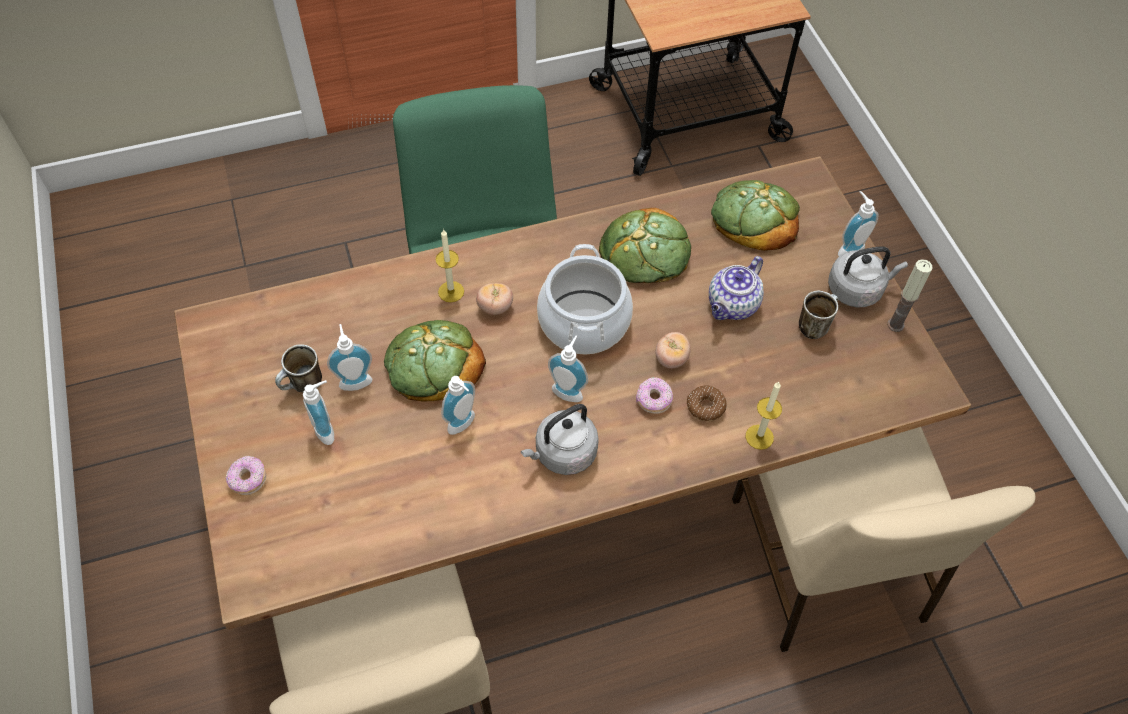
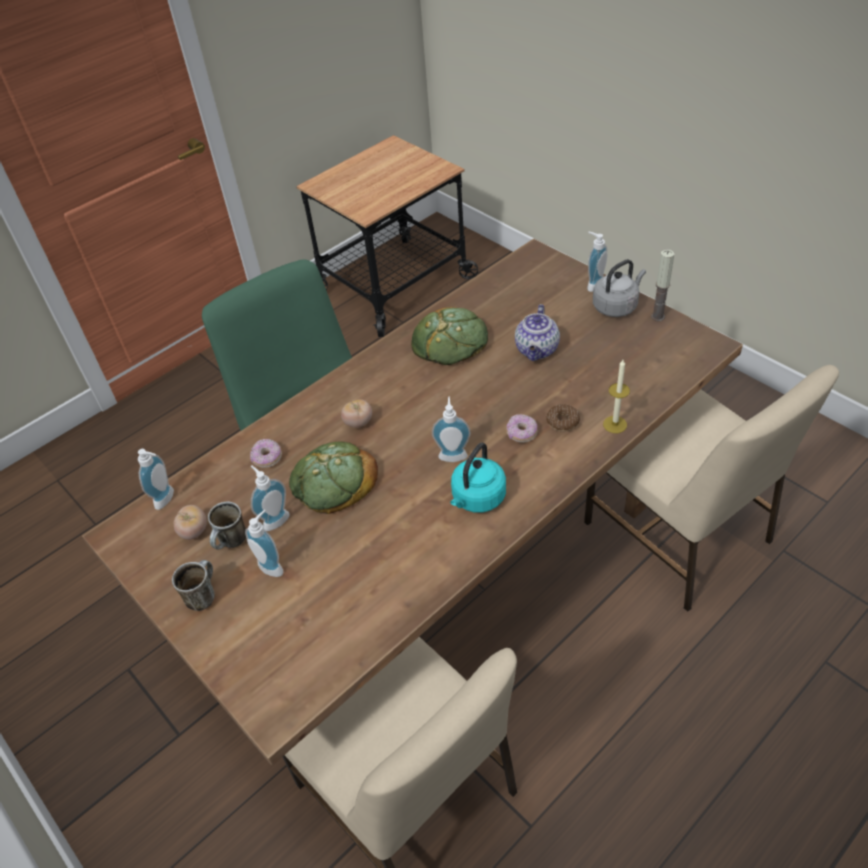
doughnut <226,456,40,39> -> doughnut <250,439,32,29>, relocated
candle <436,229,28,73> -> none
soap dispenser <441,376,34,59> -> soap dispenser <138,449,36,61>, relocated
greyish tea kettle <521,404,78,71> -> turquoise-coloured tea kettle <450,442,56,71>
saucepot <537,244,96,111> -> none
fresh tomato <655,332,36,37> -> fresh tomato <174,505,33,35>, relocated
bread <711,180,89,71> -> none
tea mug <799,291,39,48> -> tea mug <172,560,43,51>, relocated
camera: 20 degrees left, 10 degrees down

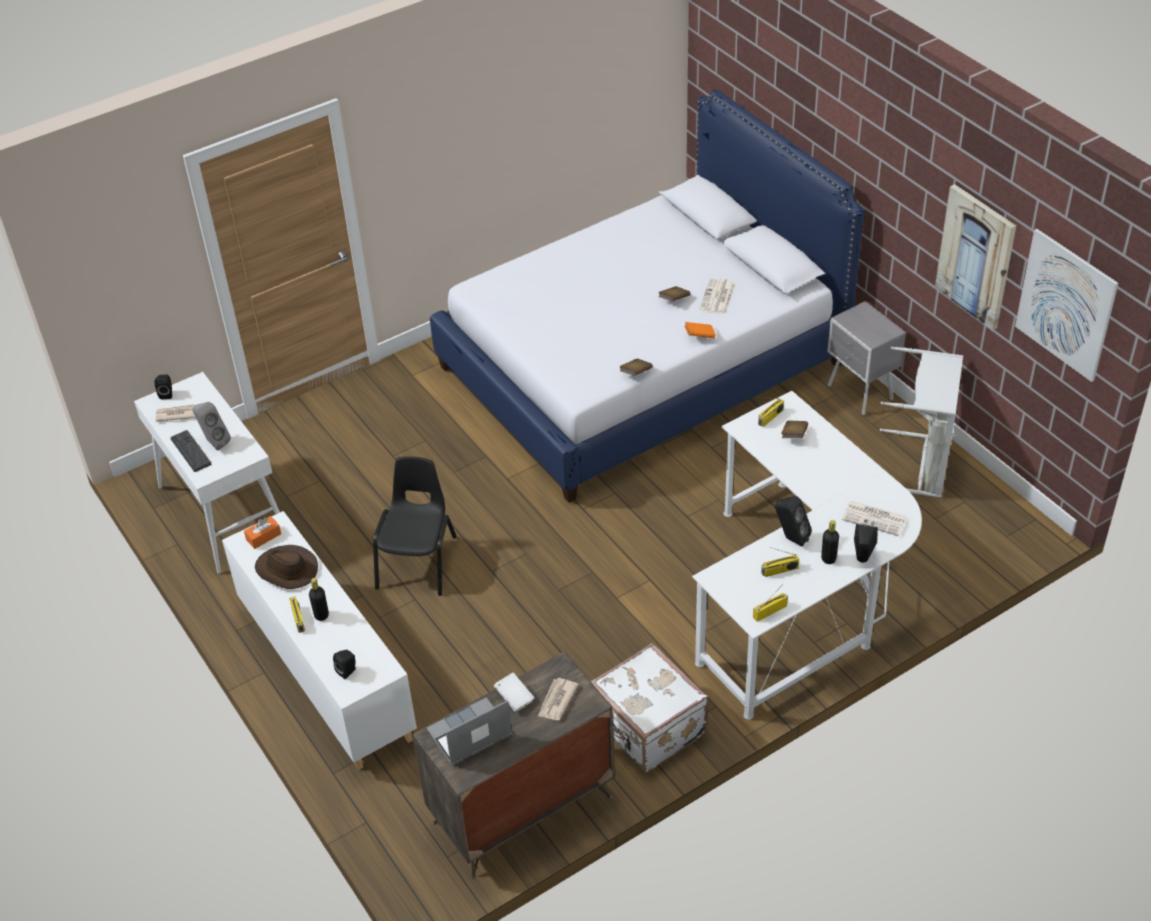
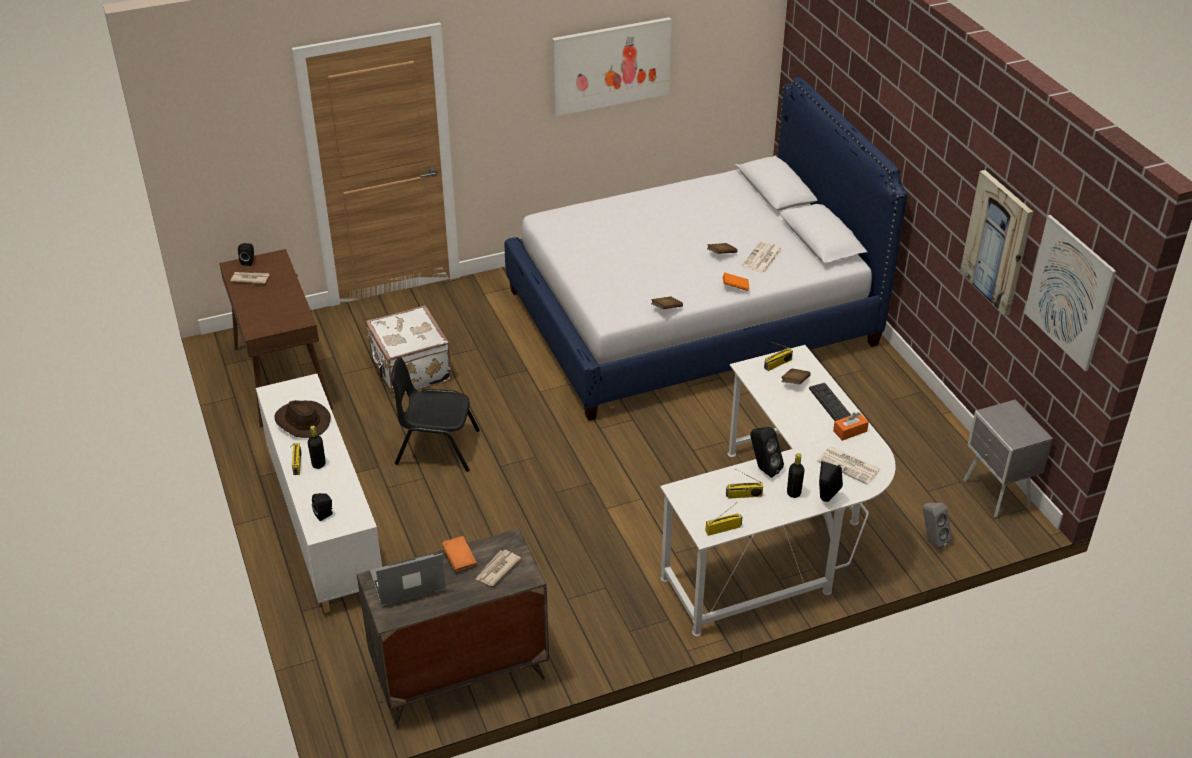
white narrow table <134,372,146,202> -> brown-coloured narrow table <219,249,114,178>
PC keyboard <170,430,42,42> -> PC keyboard <809,383,42,38>, relocated
greyish speaker <192,402,39,48> -> greyish speaker <923,503,29,47>, relocated
orange-coloured tissue holder <244,516,37,33> -> orange-coloured tissue holder <833,412,36,29>, relocated
blackish plain chair <373,456,84,140> -> blackish plain chair <390,357,90,115>, 105 degrees counterclockwise
white bound book <494,672,40,40> -> orange-coloured bound book <441,536,36,35>
white suitcase <591,643,117,129> -> white suitcase <366,305,86,91>, relocated
greyish nightstand <827,301,79,114> -> greyish nightstand <963,399,90,118>, relocated
greyish washing basket <880,347,83,151> -> none
none -> wall picture <552,17,120,99>
camera: 10 degrees right, 5 degrees down

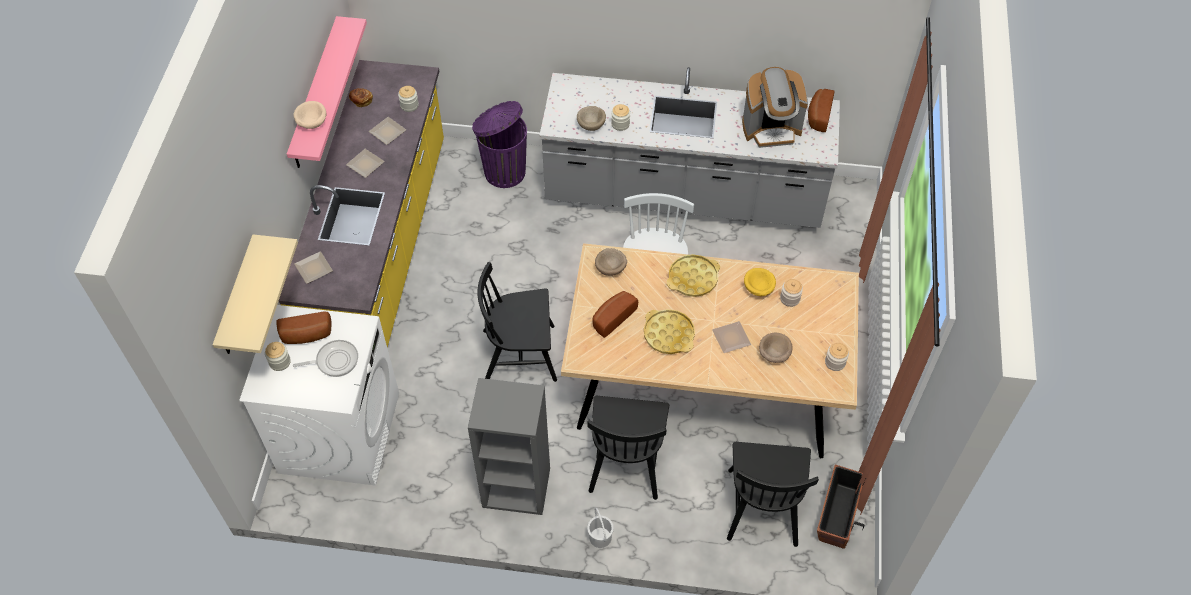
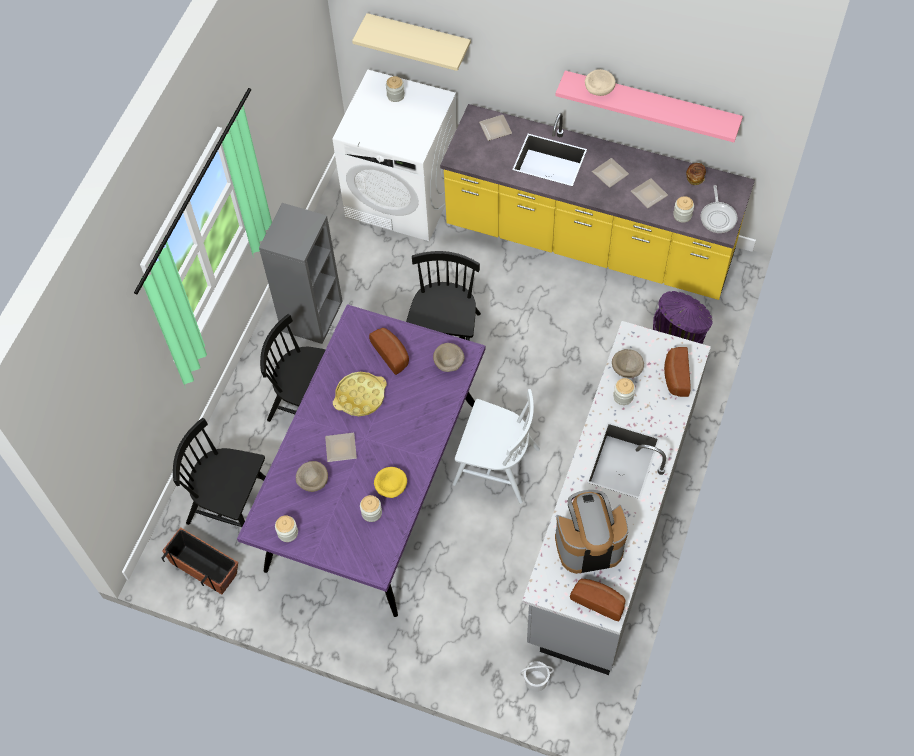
bread <276,311,55,33> -> bread <664,347,27,50>, relocated
skillet <293,340,65,37> -> skillet <701,185,36,48>, relocated
beige dining table <561,243,298,215> -> purple dining table <237,304,248,313>
white bucket <587,508,27,40> -> white bucket <520,661,34,31>, relocated
yellow-coloured tray <667,254,53,43> -> none
coffee brewer <742,67,66,81> -> coffee brewer <555,490,74,84>, 75 degrees clockwise
camera: 105 degrees right, 5 degrees up

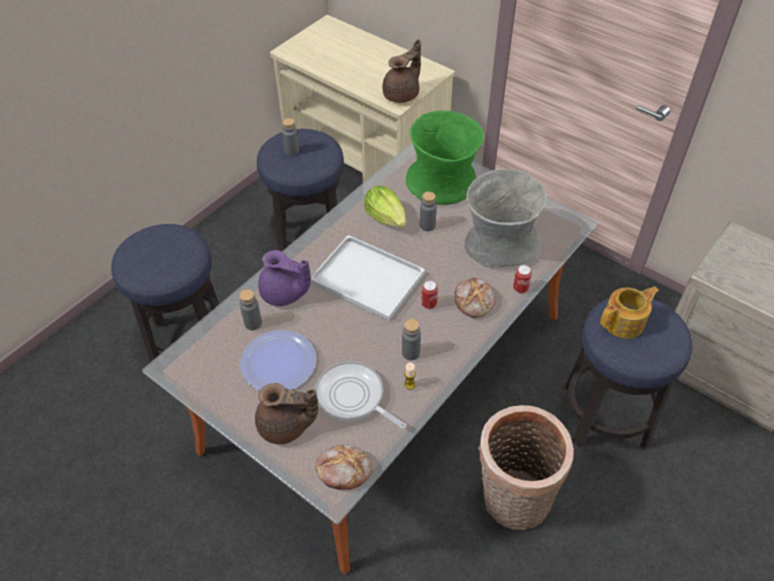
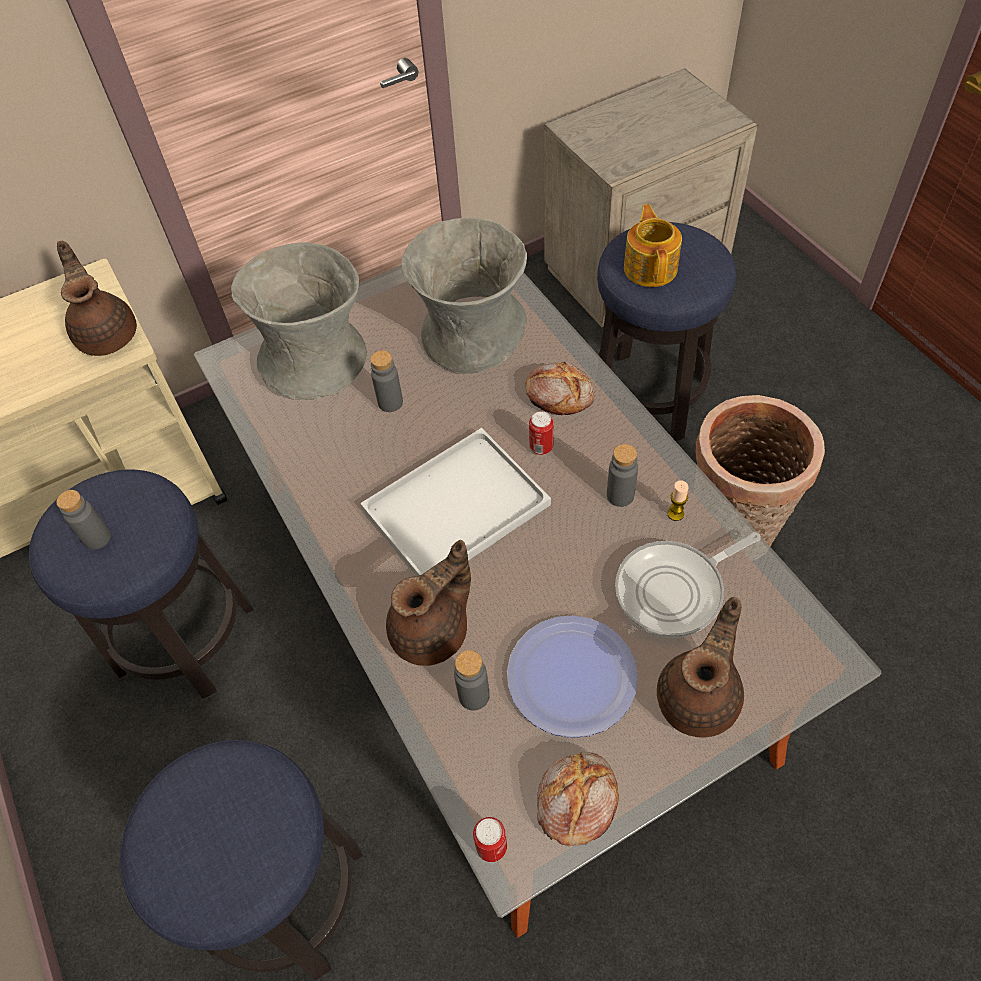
purple tea pot <258,250,53,56> -> brown-coloured tea pot <386,540,85,126>
bread <316,444,57,46> -> bread <537,752,82,94>, relocated
head of lettuce <364,186,42,42> -> none
green-coloured flower vase <406,110,78,95> -> greyish flower vase <231,242,136,158>
sealed can <513,265,19,28> -> sealed can <473,817,34,45>, relocated
camera: 65 degrees left, 5 degrees up

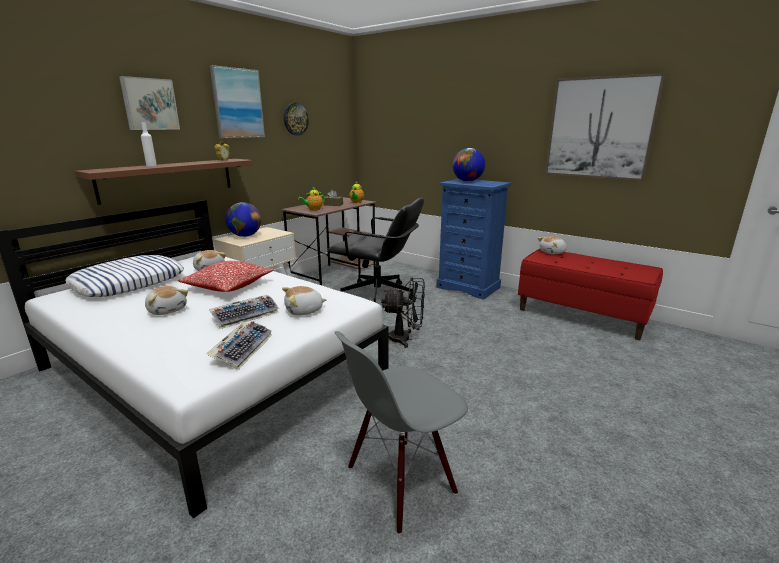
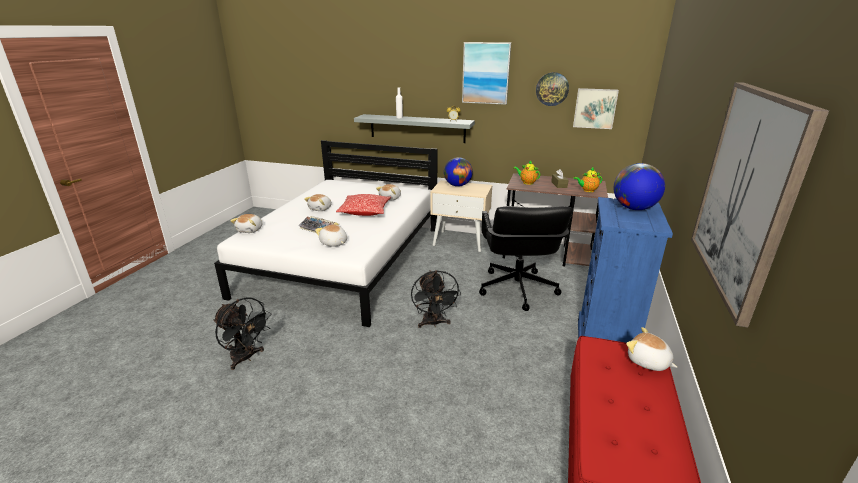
cushion <65,255,119,42> -> none
brown-coloured bracket shelf <75,159,178,46> -> greyish bracket shelf <354,114,121,29>
wall picture <119,76,61,54> -> wall picture <573,88,46,41>, relocated
PC keyboard <206,321,66,49> -> none
greyish plain chair <334,331,134,204> -> blackish electric fan <213,297,58,73>
none -> plush toy <230,214,32,19>
camera: 70 degrees right, 5 degrees up

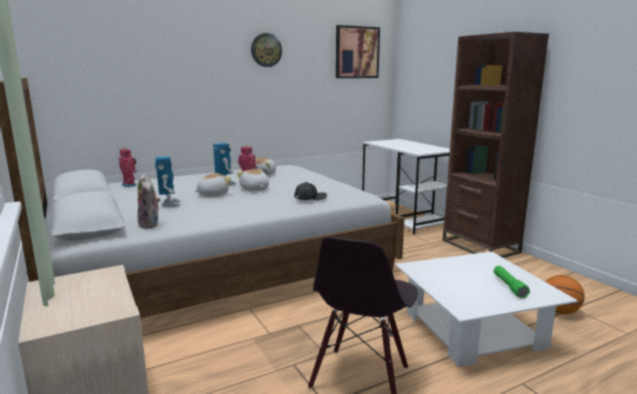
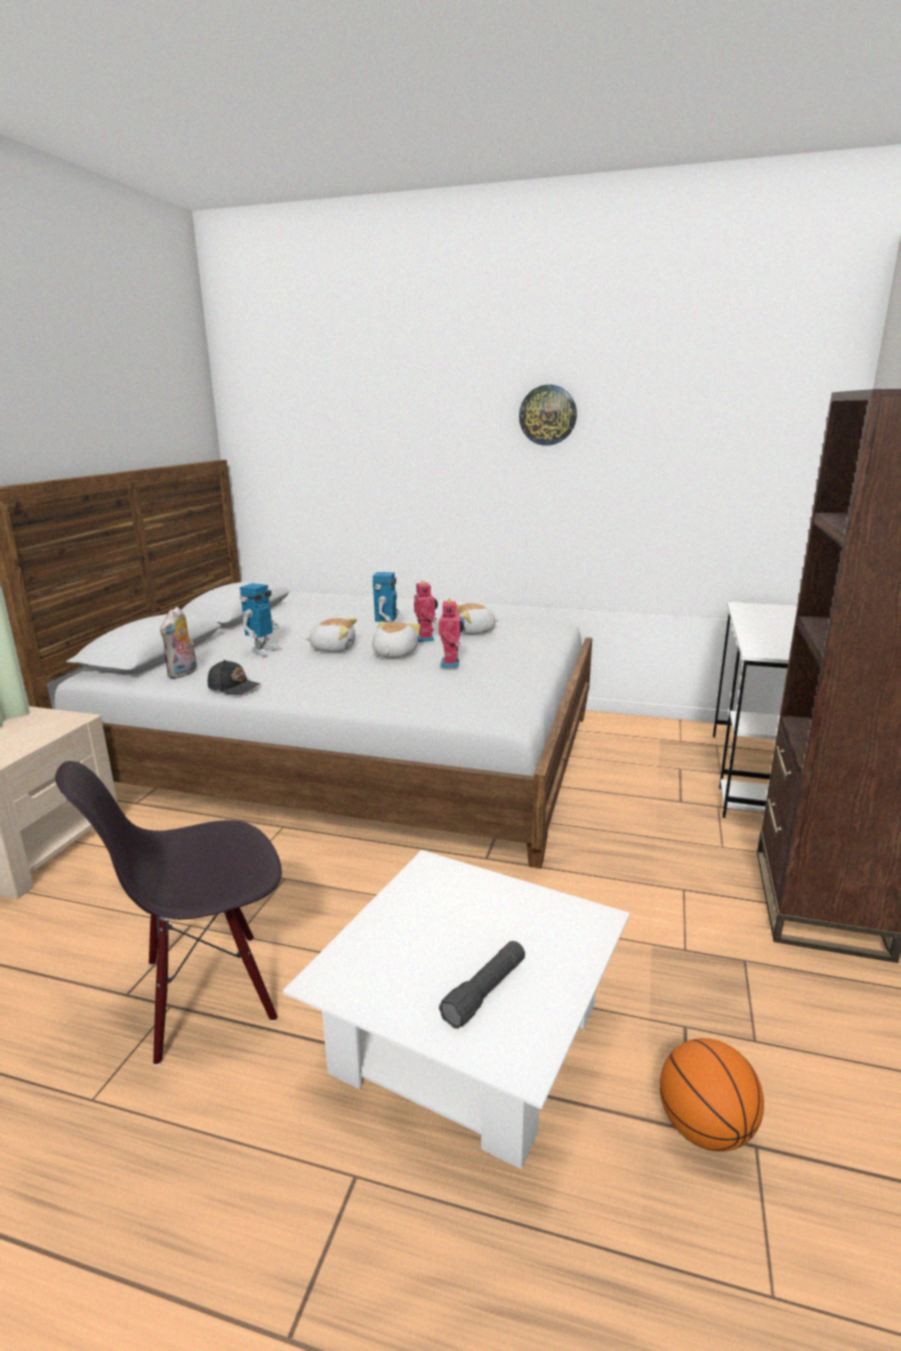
robot figure <119,148,18,39> -> robot figure <439,598,25,70>, relocated
blackish peaked cap <294,182,33,18> -> blackish peaked cap <208,660,52,35>, relocated
wall picture <336,25,44,53> -> none
green-coloured hand torch <494,266,36,32> -> blackish hand torch <439,941,86,87>
camera: 45 degrees right, 5 degrees up

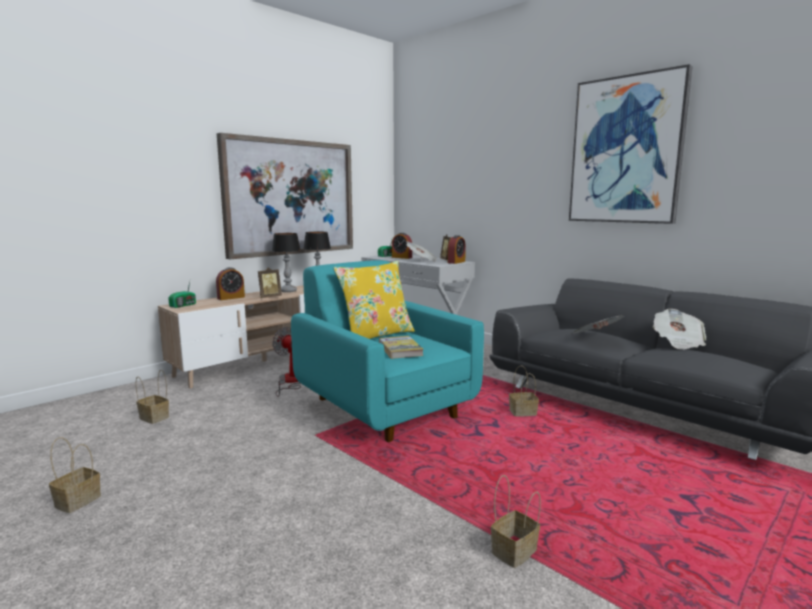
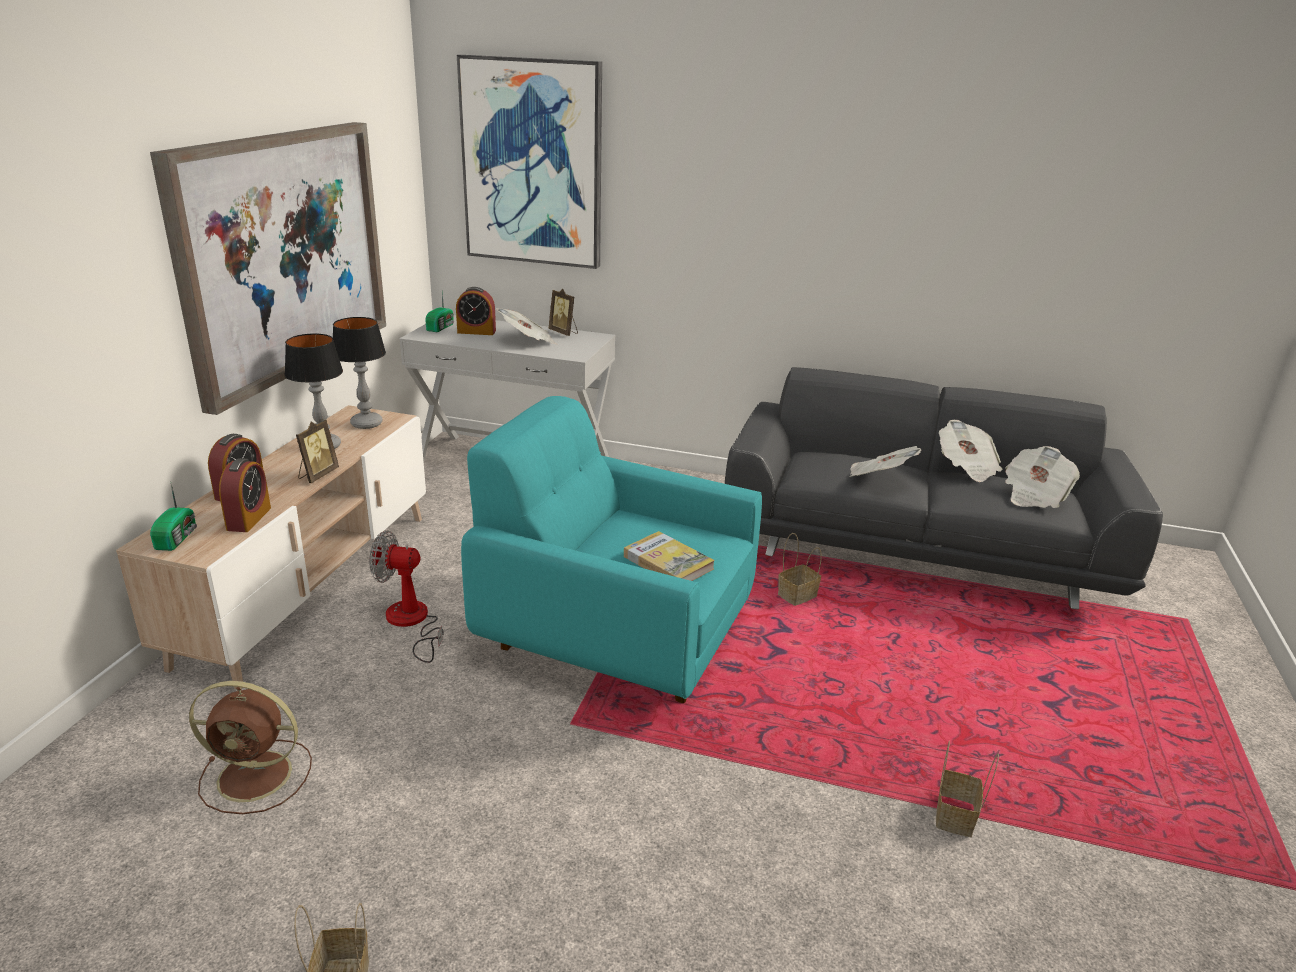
storage basket <136,370,33,54> -> brown-coloured electric fan <189,681,123,133>
yellow-coloured cushion <333,261,82,78> -> none
alarm clock <447,235,19,29> -> alarm clock <219,458,52,74>, relocated
wall picture <569,64,124,160> -> wall picture <457,55,145,214>, relocated
none -> newspaper <1005,446,75,62>
camera: 30 degrees left, 15 degrees up

